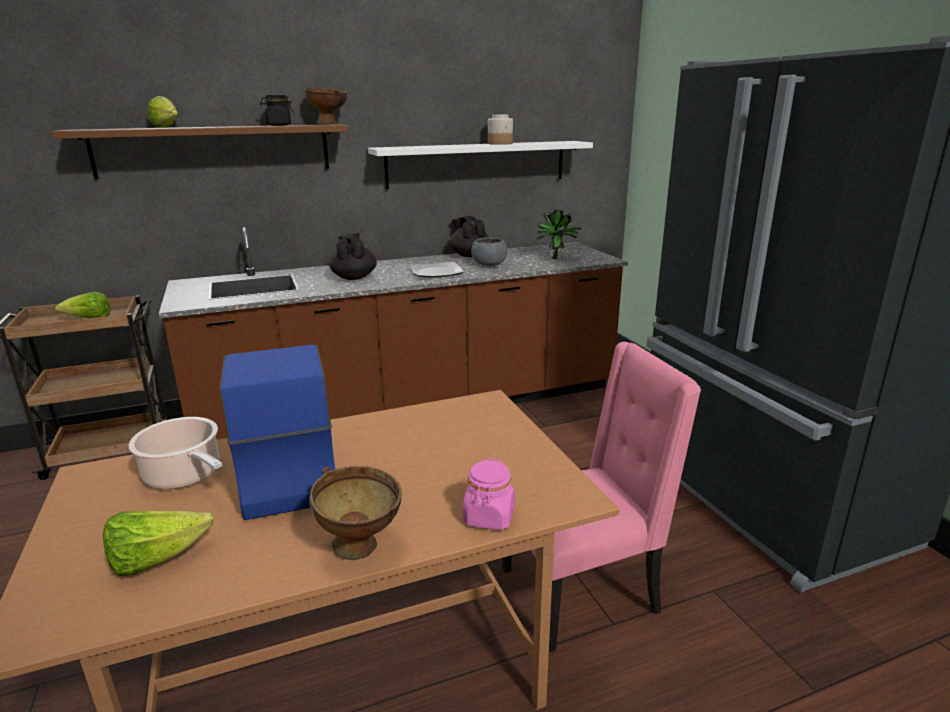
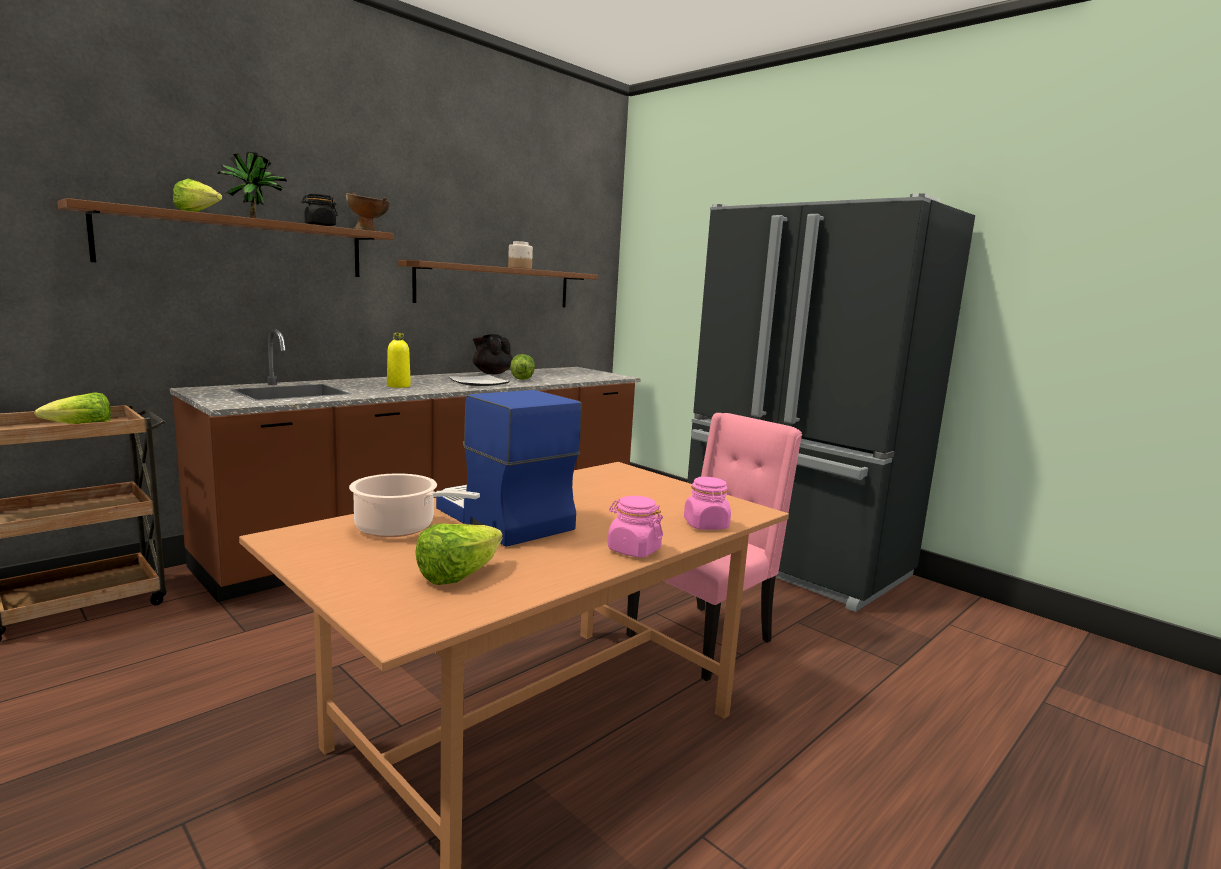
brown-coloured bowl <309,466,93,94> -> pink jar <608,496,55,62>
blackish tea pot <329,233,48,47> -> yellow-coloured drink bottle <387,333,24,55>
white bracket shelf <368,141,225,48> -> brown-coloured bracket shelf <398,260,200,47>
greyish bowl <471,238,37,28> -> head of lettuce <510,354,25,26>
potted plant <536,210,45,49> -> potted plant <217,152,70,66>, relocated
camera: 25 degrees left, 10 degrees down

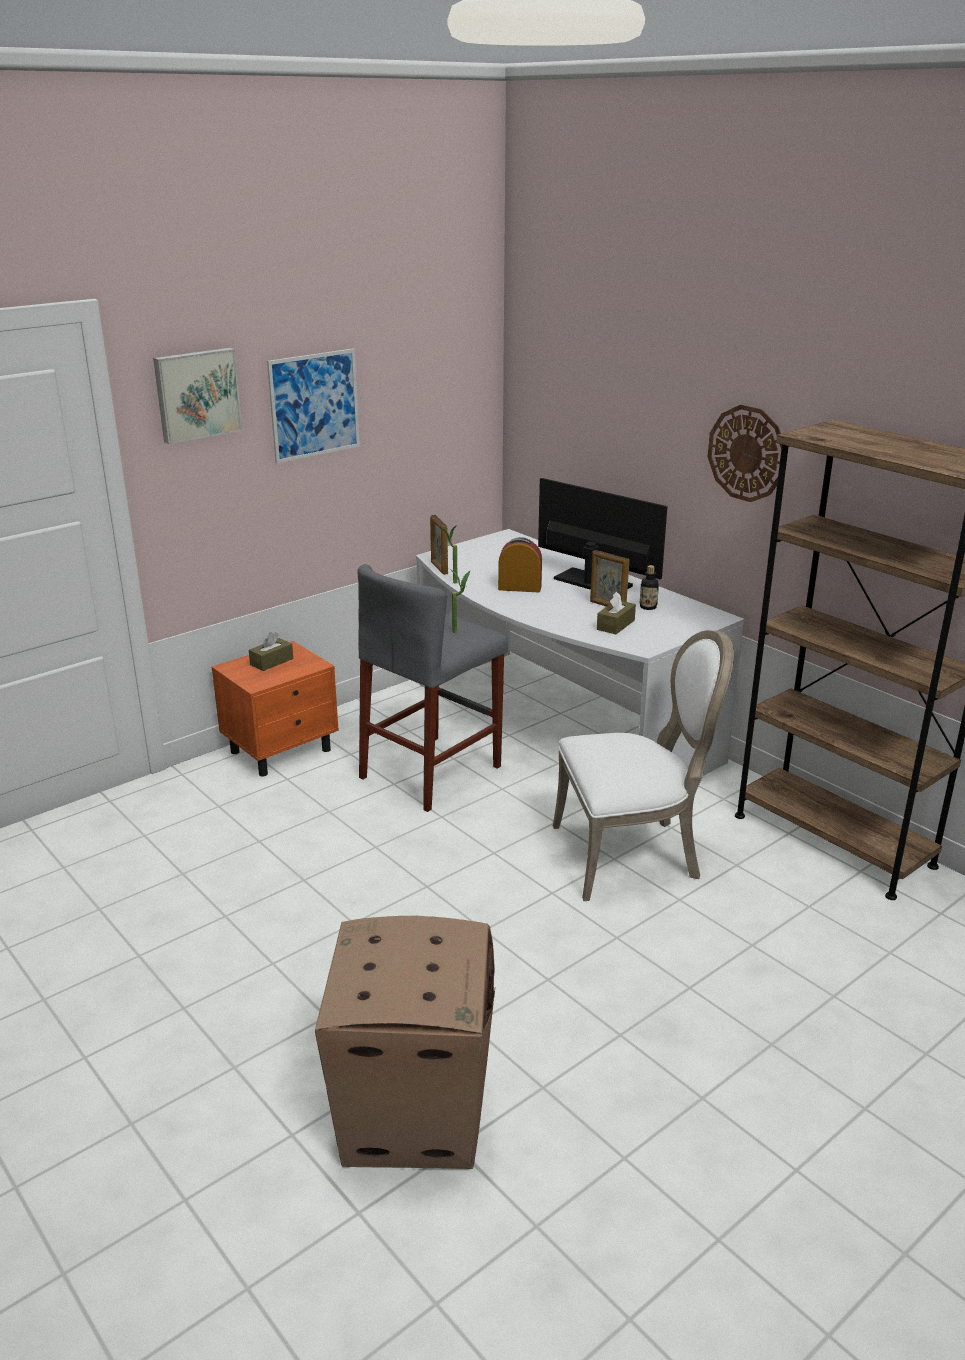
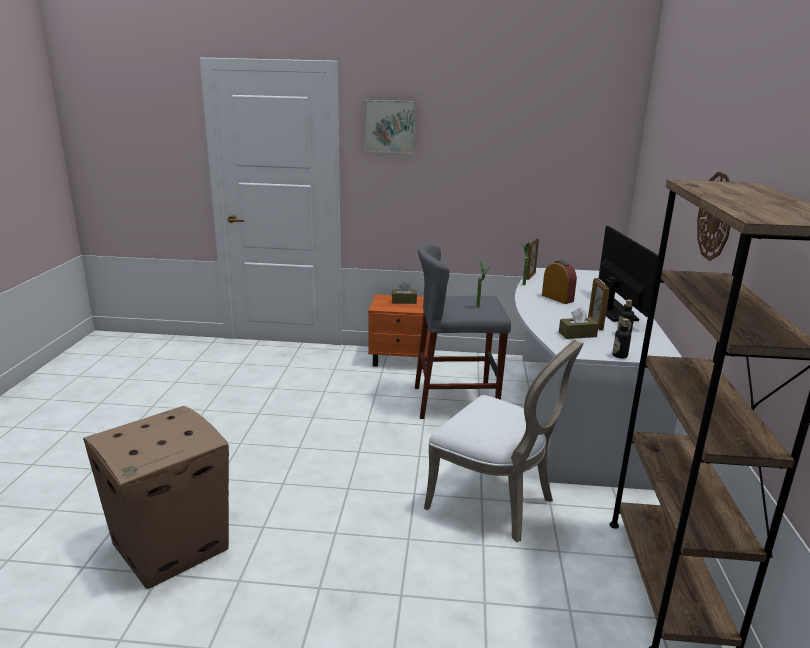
wall picture <267,348,93,115> -> none
none -> drink bottle <612,318,19,41>
camera: 45 degrees right, 5 degrees down

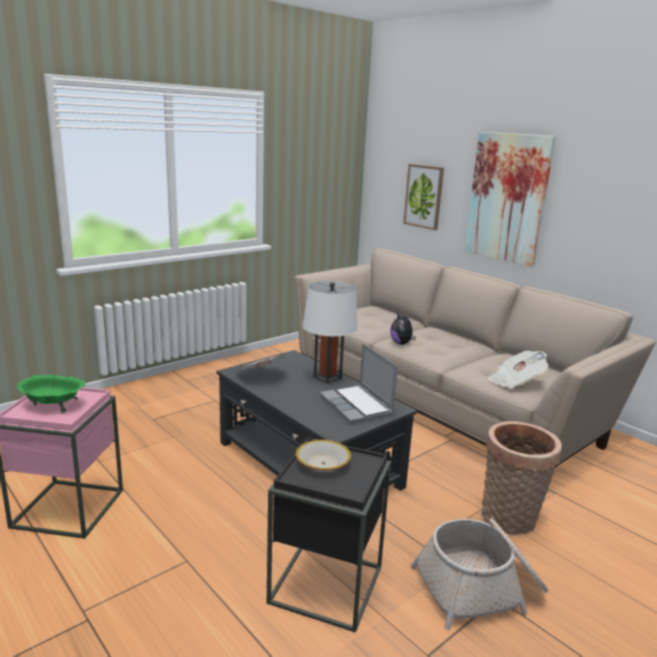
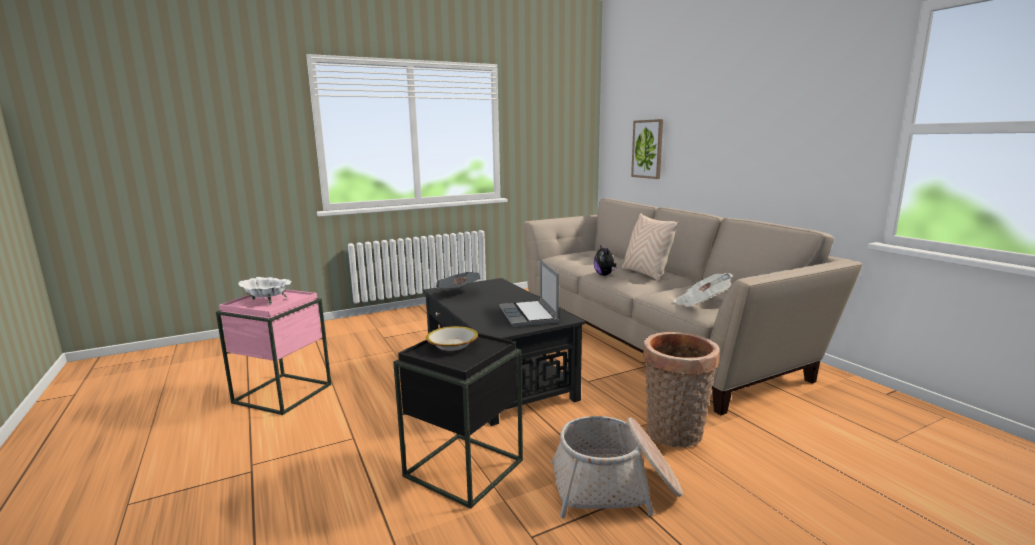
green-coloured bowl <17,375,69,38> -> white bowl <238,277,54,28>
white tabletop lamp <303,281,55,103> -> none
wall picture <464,132,92,135> -> none
none -> beige cushion <622,213,57,68>
camera: 15 degrees right, 5 degrees down

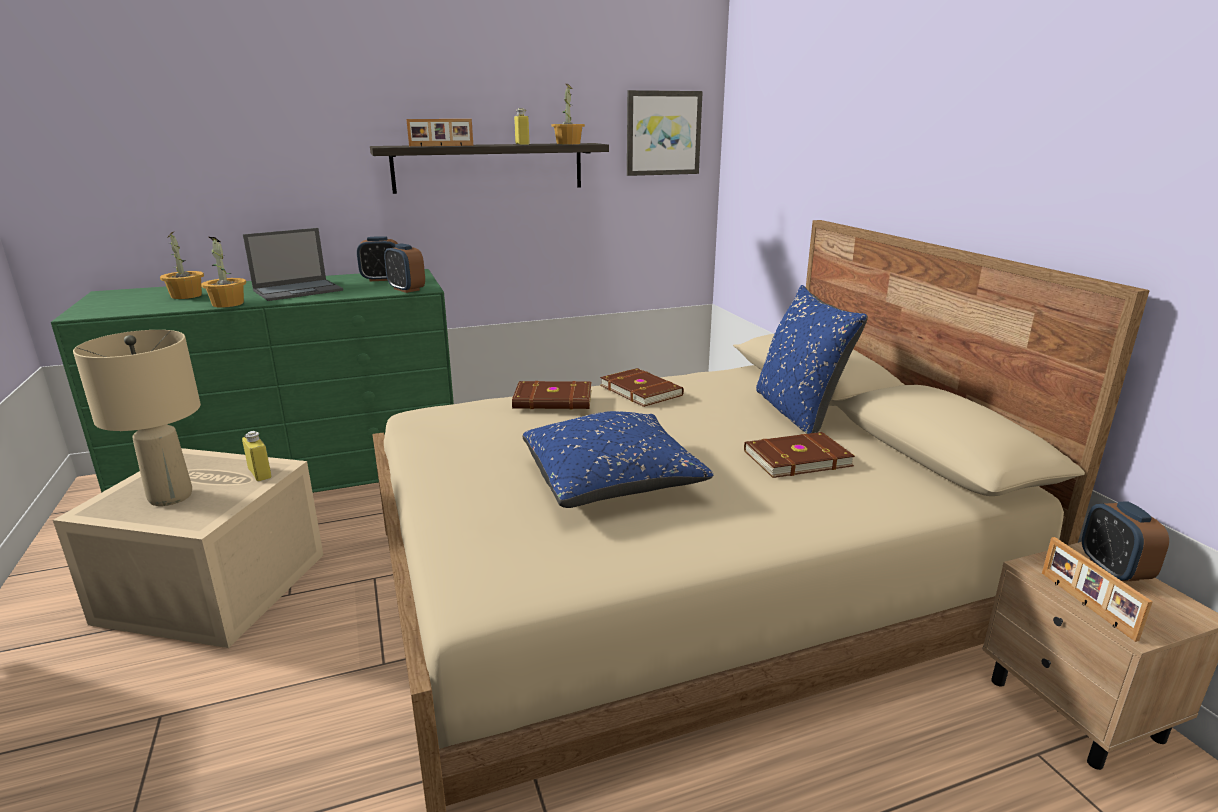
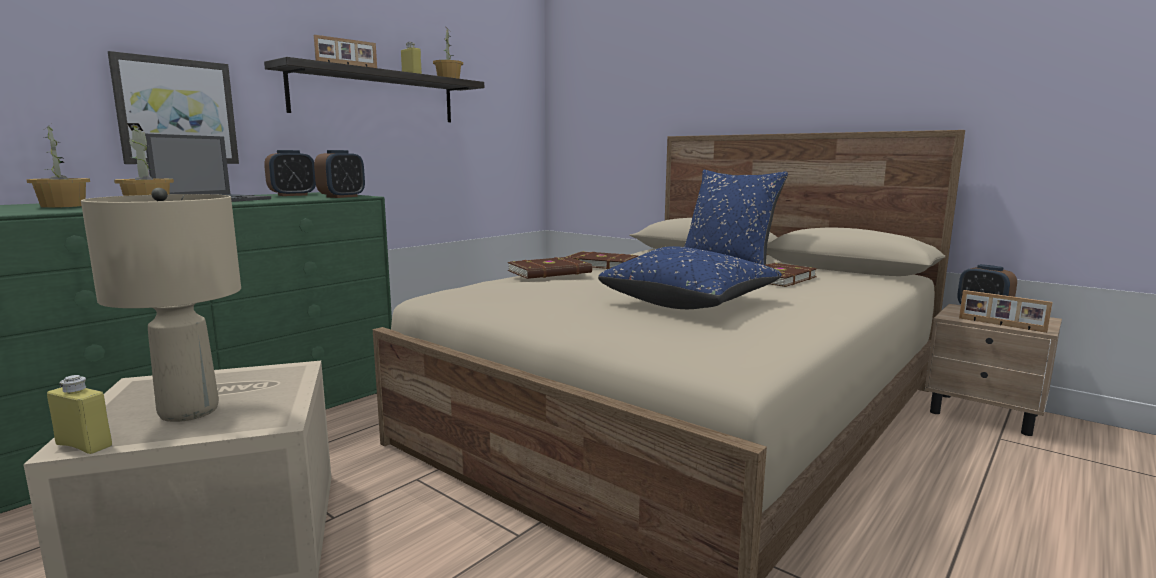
yellow-coloured drink bottle <242,431,29,50> -> yellow-coloured drink bottle <47,375,65,79>, relocated
alarm clock <384,244,41,49> -> alarm clock <314,150,51,48>, 75 degrees counterclockwise
wall picture <627,90,76,86> -> wall picture <108,51,131,113>, relocated
camera: 30 degrees left, 10 degrees down

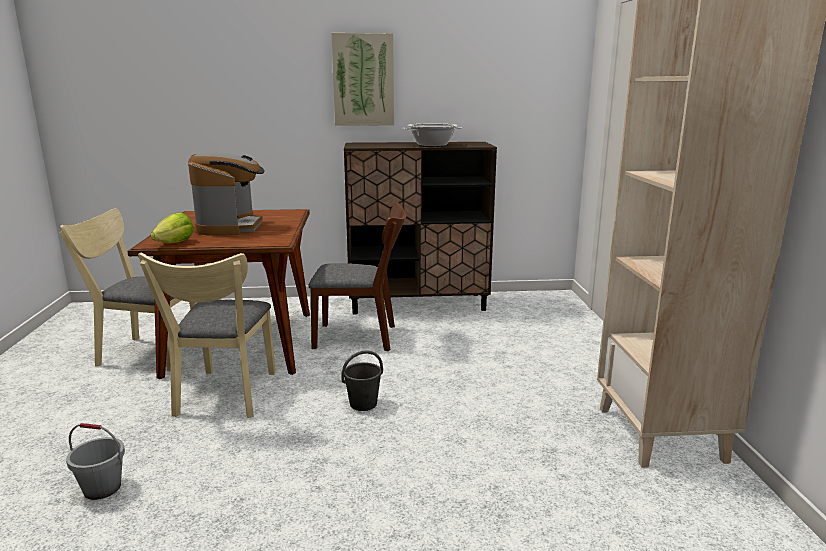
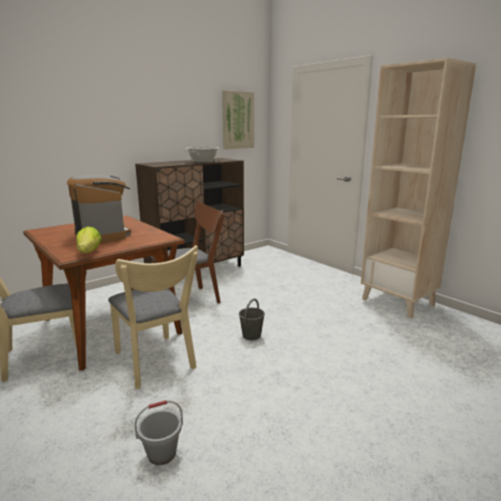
wall picture <331,33,63,93> -> wall picture <222,90,32,59>, relocated
camera: 35 degrees left, 0 degrees up

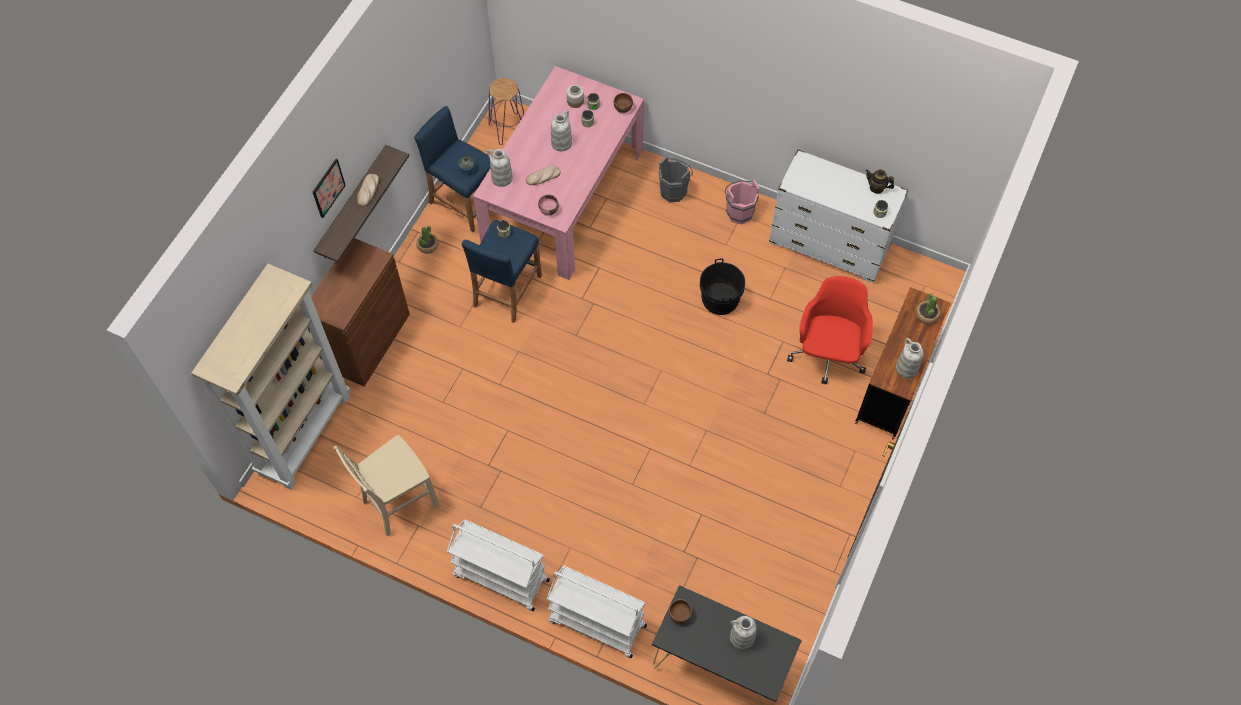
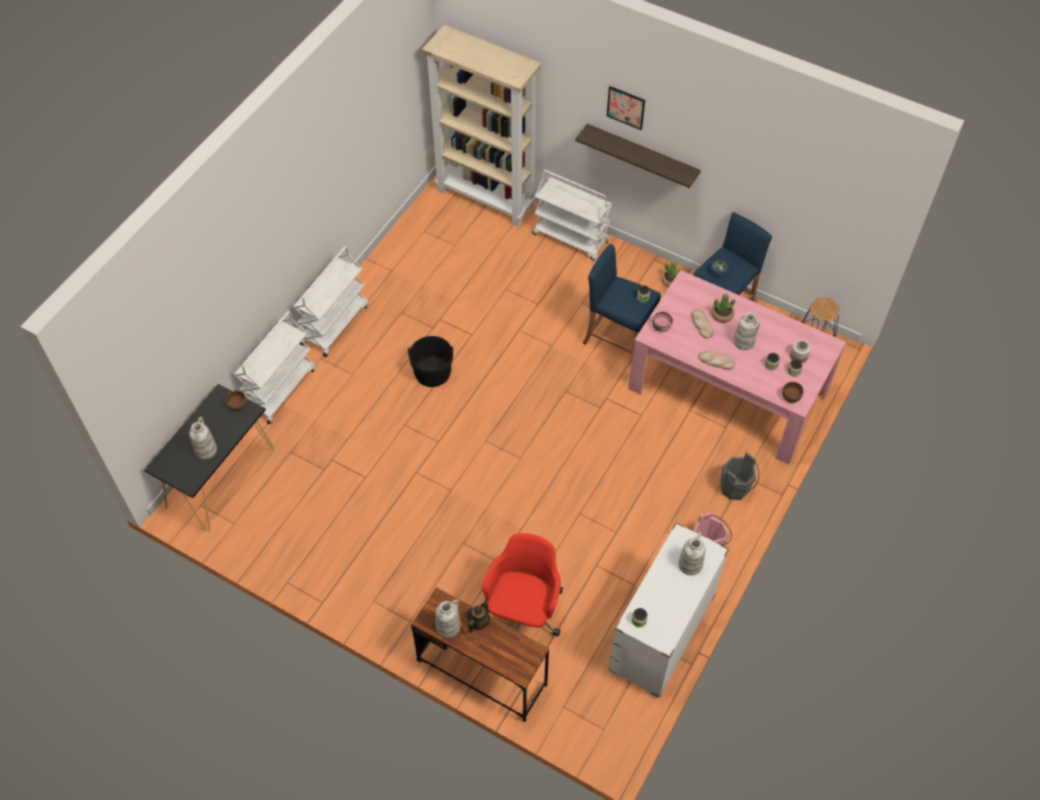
brown-coloured cupboard <308,238,102,149> -> white cart <532,170,80,91>
beige plain chair <334,435,106,101> -> none
bread <357,174,22,32> -> bread <698,351,37,19>, relocated
white flower vase <487,149,26,38> -> white flower vase <678,532,27,43>, relocated
blackish bucket <700,258,45,57> -> blackish bucket <408,336,45,51>, relocated
red-coloured desk chair <787,276,86,108> -> red-coloured desk chair <482,533,81,103>, 90 degrees counterclockwise
tea pot <866,169,28,25> -> tea pot <467,599,23,34>, relocated
potted plant <916,293,24,31> -> potted plant <711,293,24,30>, relocated
camera: 95 degrees right, 5 degrees down

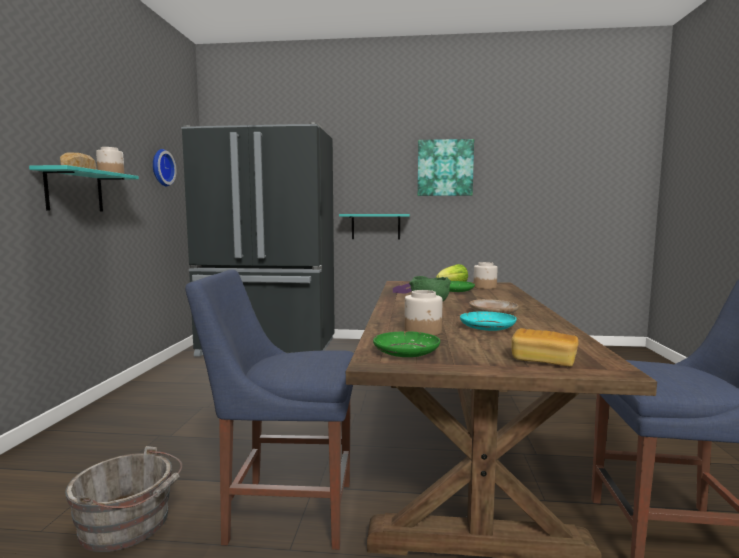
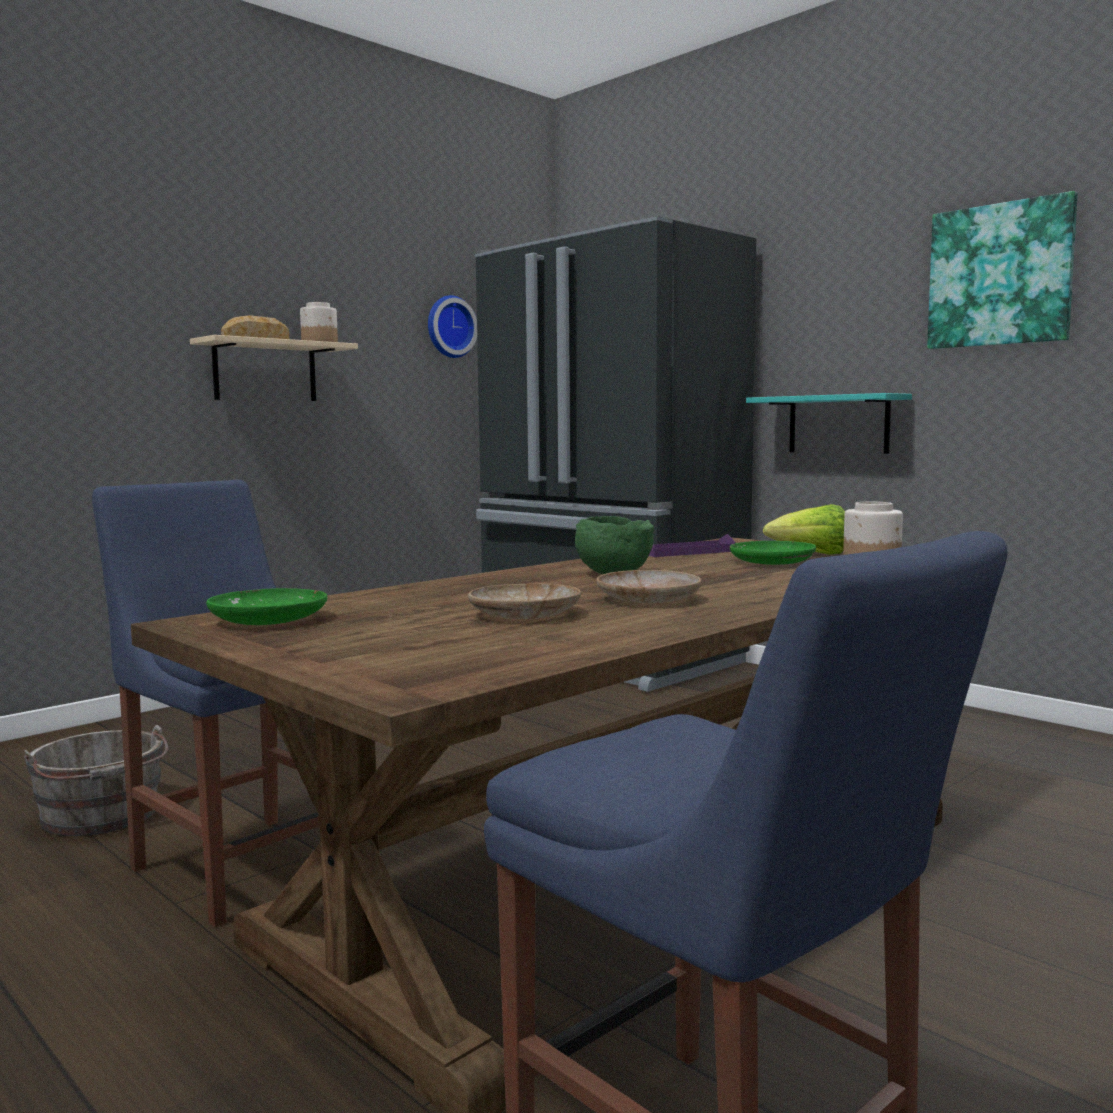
turquoise-coloured bracket shelf <29,165,110,47> -> beige bracket shelf <190,335,168,66>
jar <404,290,39,46> -> none
turquoise-coloured dinner plate <460,311,57,20> -> beige dinner plate <468,583,113,36>
bread <511,328,68,38> -> none
camera: 40 degrees right, 0 degrees up

